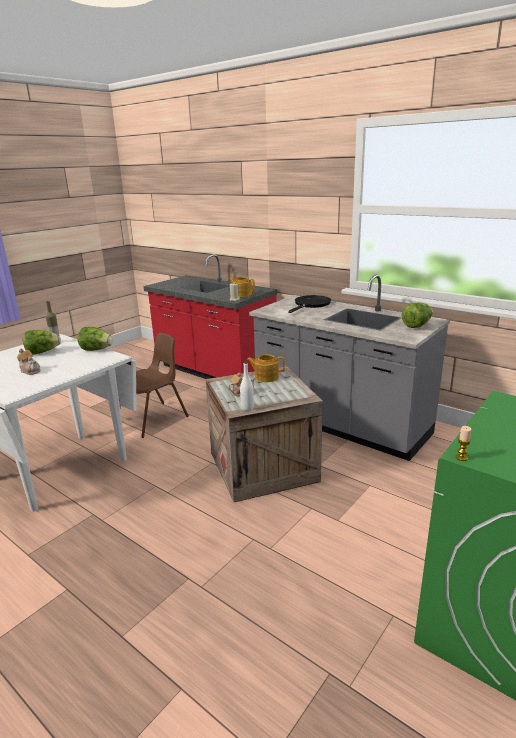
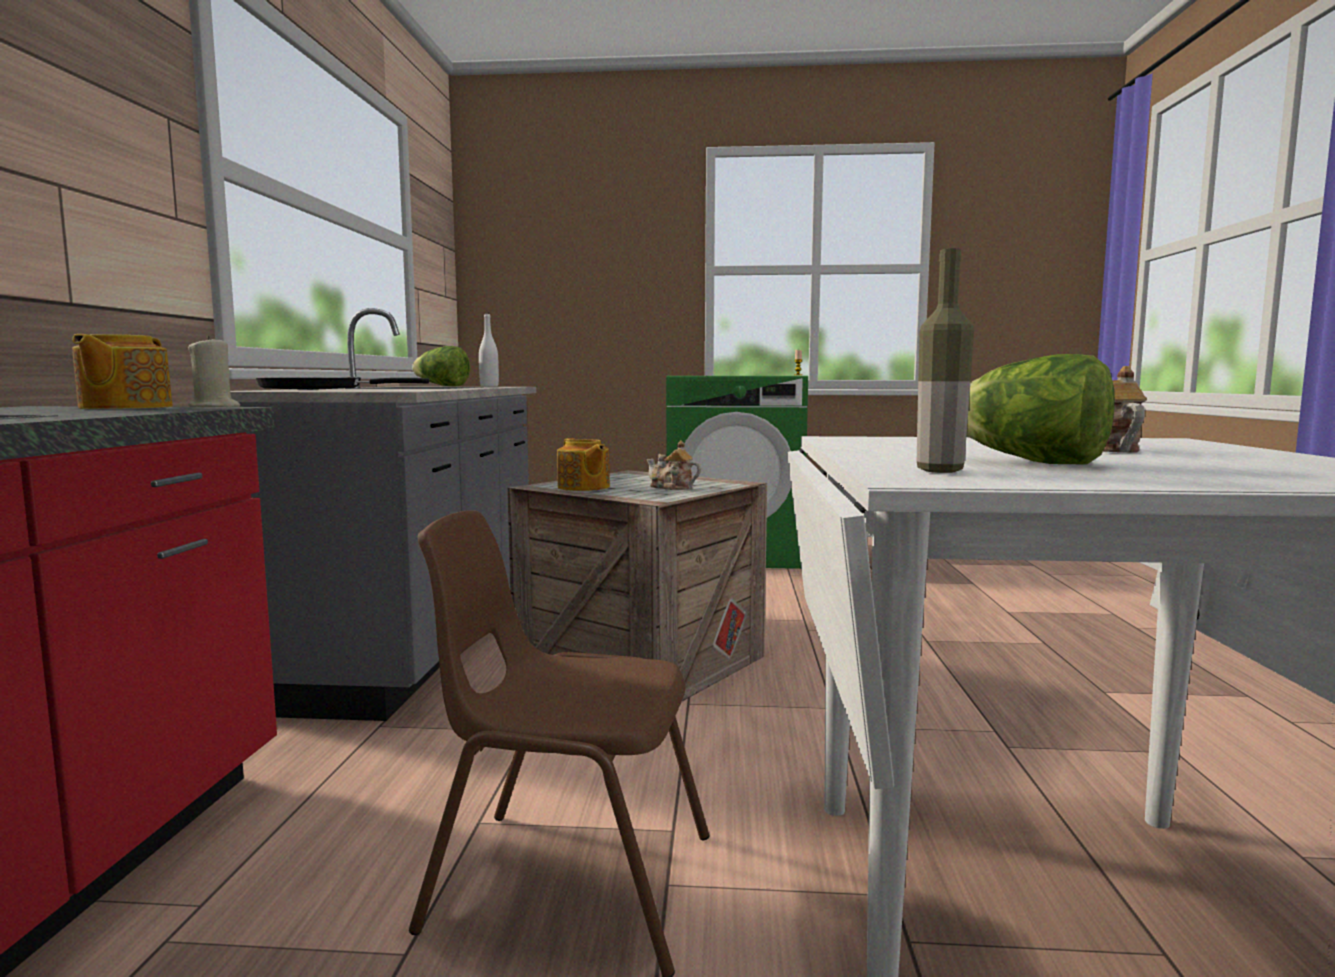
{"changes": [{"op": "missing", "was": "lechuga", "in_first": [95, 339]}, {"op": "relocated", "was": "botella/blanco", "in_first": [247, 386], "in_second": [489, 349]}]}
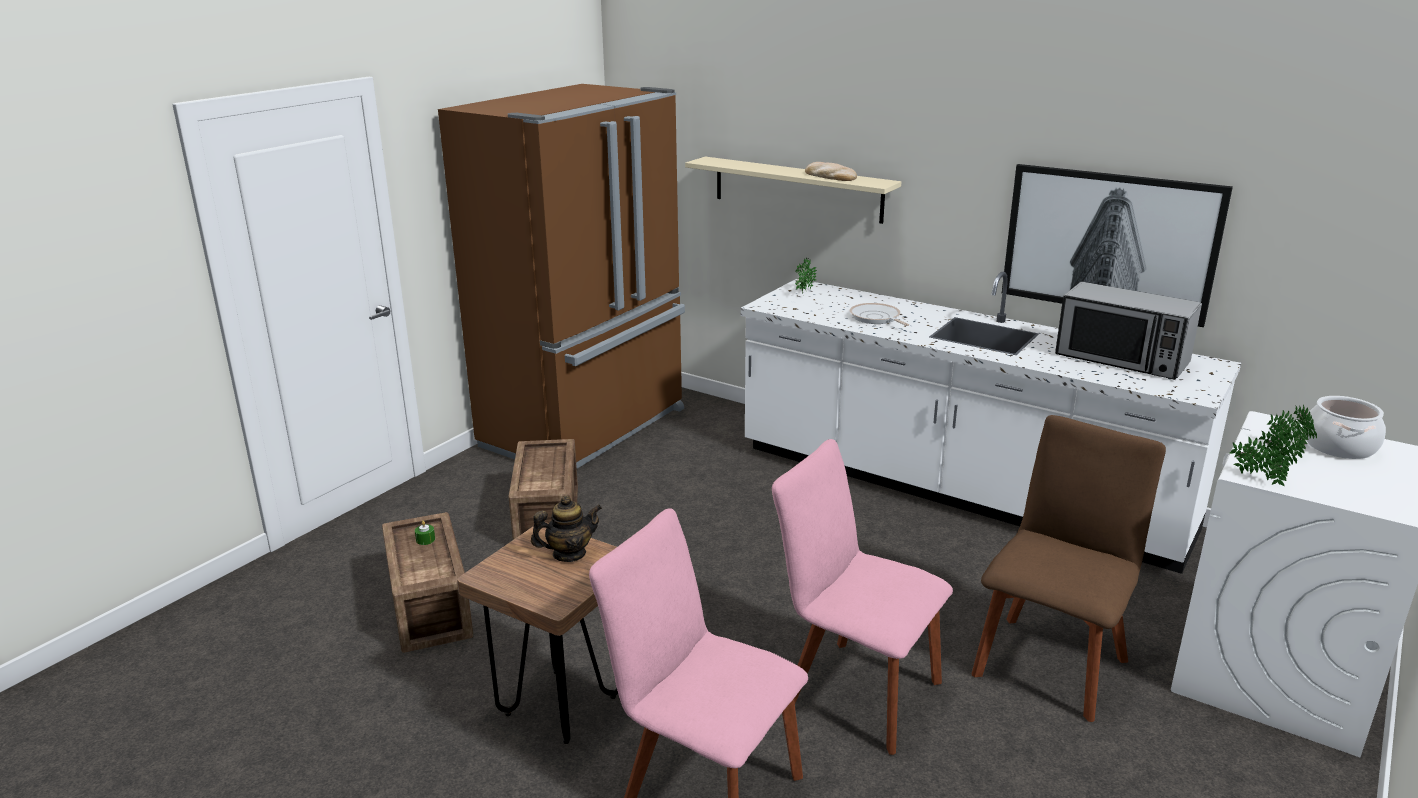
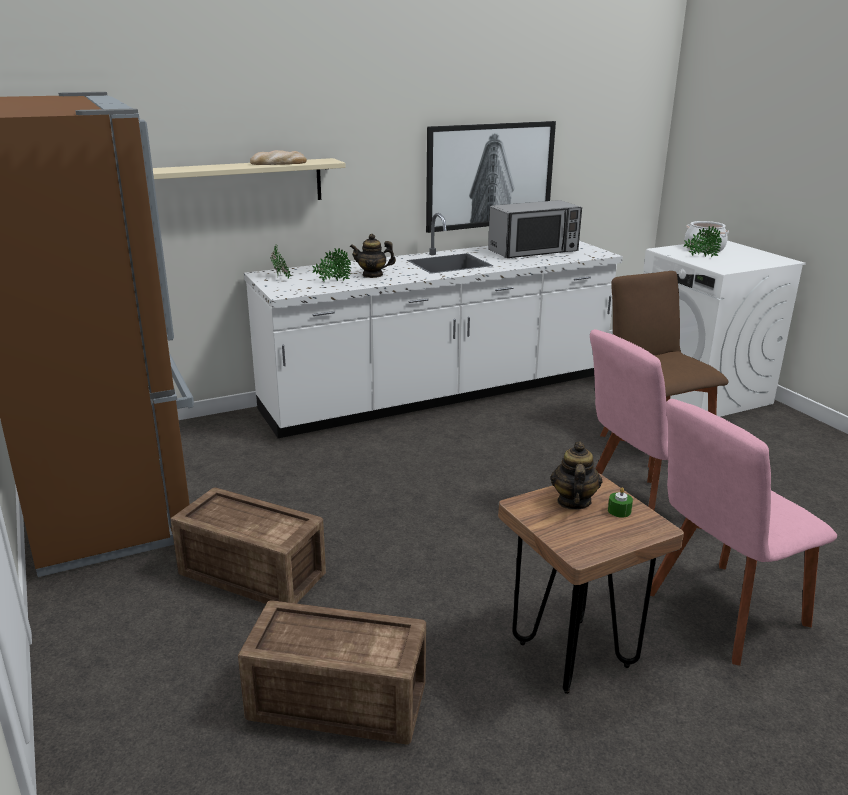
{"changes": [{"op": "exchanged", "was": "sartén", "now": "tetera", "in_first": [879, 314], "in_second": [373, 256]}, {"op": "relocated", "was": "planta en maceta", "in_first": [1263, 458], "in_second": [332, 265]}, {"op": "relocated", "was": "vela/verde", "in_first": [425, 533], "in_second": [620, 502]}]}
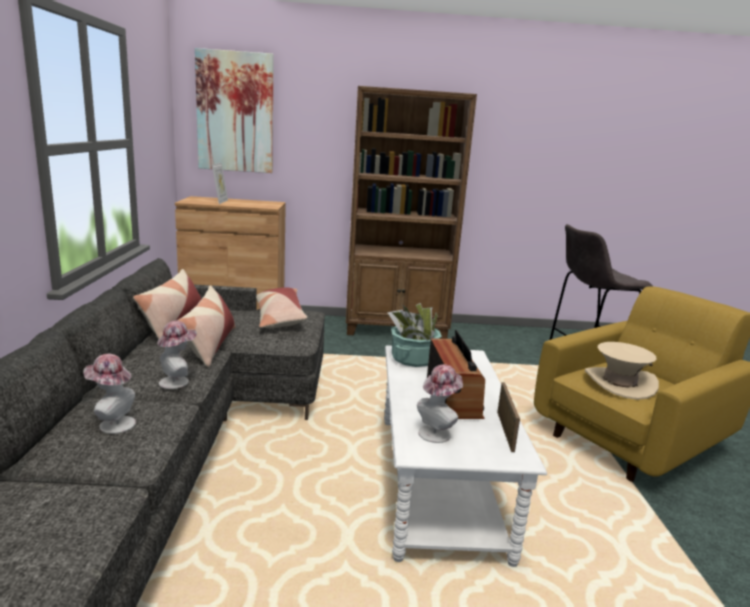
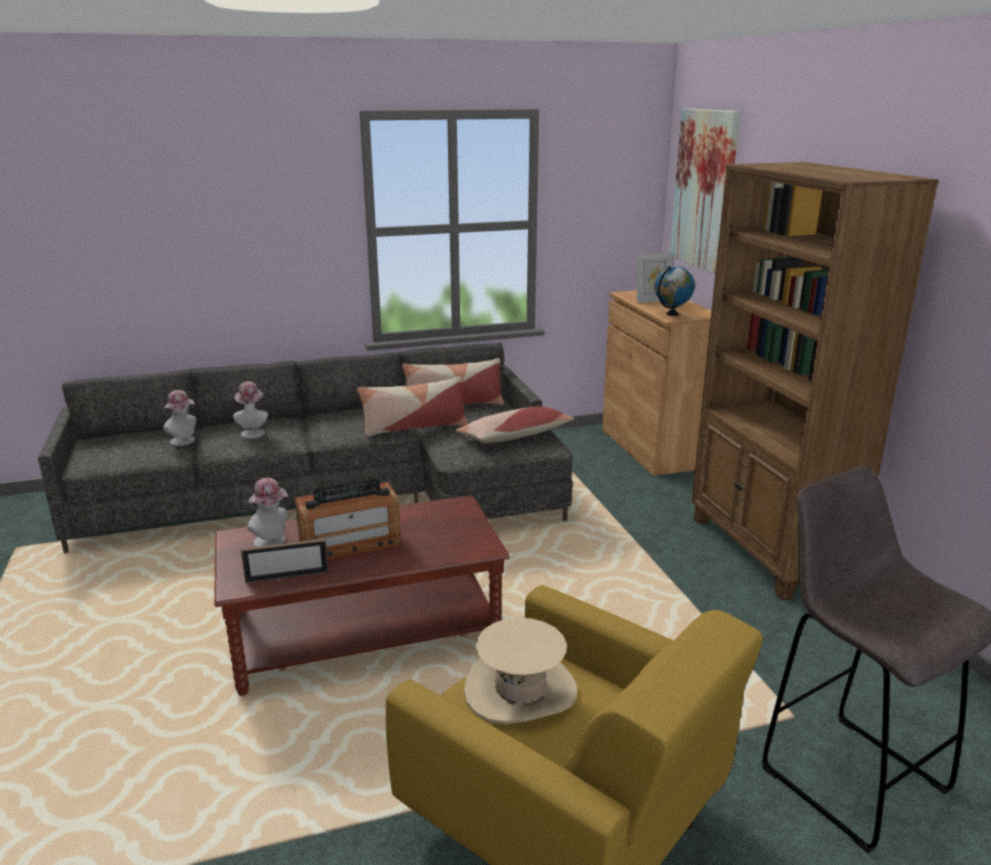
{"changes": [{"op": "missing", "was": "planta en maceta", "in_first": [414, 335]}, {"op": "relocated", "was": "sombrero", "in_first": [177, 355], "in_second": [179, 418]}, {"op": "colour", "was": "mesa de centro/blanco", "now": "mesa de centro/marrón", "in_first": [465, 456], "in_second": [362, 595]}, {"op": "appeared", "now": "globo terráqueo", "in_second": [675, 291]}]}
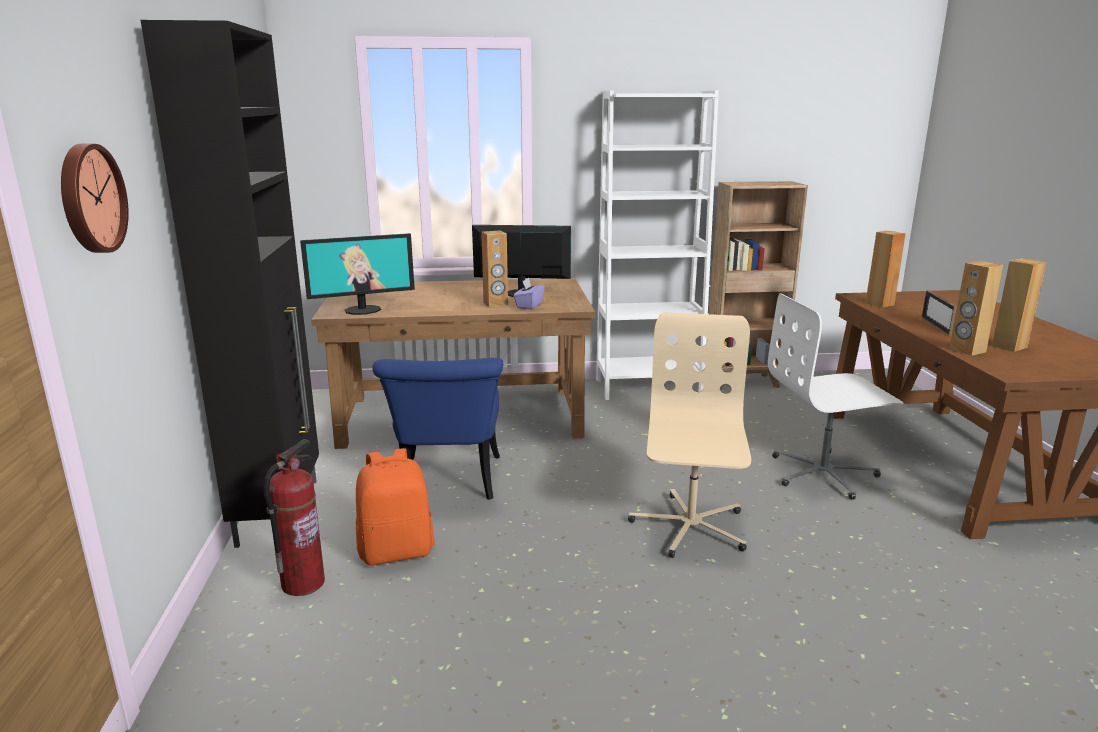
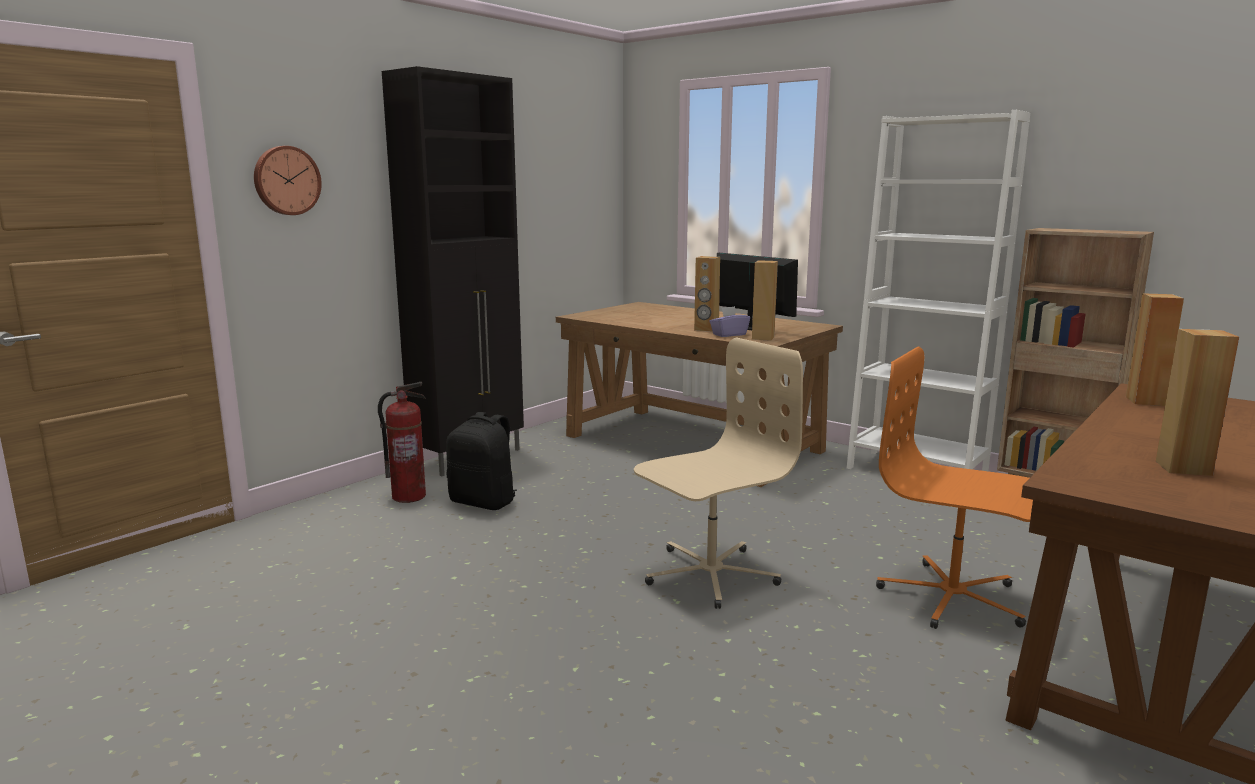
{"changes": [{"op": "missing", "was": "monitor", "in_first": [357, 274]}, {"op": "relocated", "was": "altavoz/marrón", "in_first": [976, 308], "in_second": [765, 300]}, {"op": "missing", "was": "portarretratos", "in_first": [939, 313]}, {"op": "colour", "was": "silla de oficina/blanco", "now": "silla de oficina/naranja", "in_first": [835, 396], "in_second": [954, 488]}, {"op": "missing", "was": "silla/azul", "in_first": [437, 429]}, {"op": "colour", "was": "mochila/naranja", "now": "mochila/negro", "in_first": [395, 507], "in_second": [481, 461]}]}
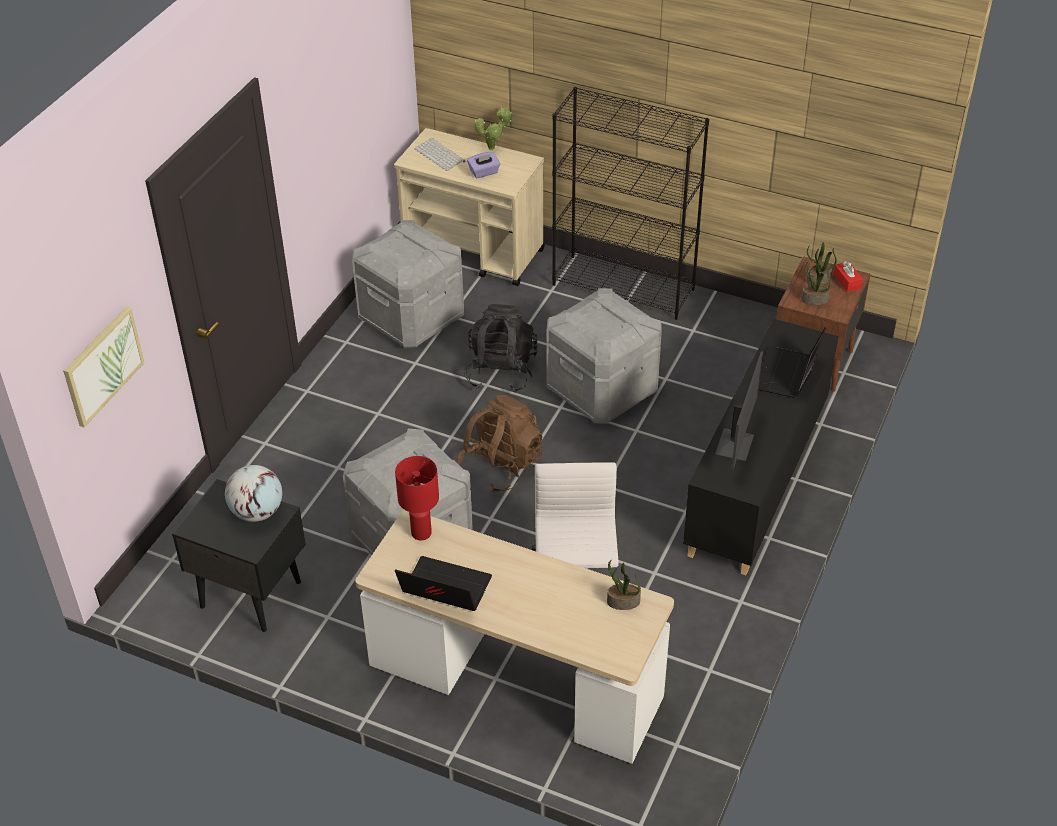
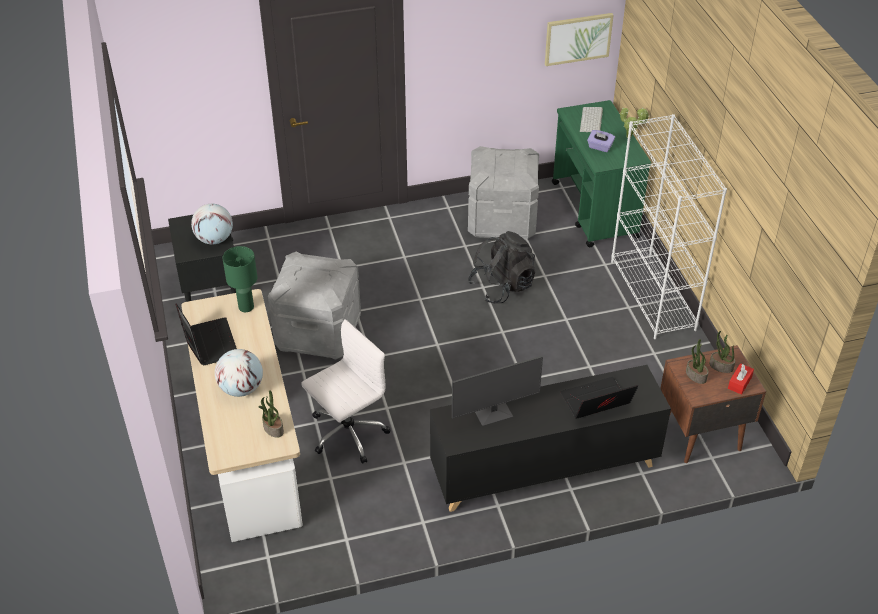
{"changes": [{"op": "colour", "was": "estantería/negro", "now": "estantería/blanco", "in_first": [630, 203], "in_second": [669, 226]}, {"op": "colour", "was": "carrito/beis", "now": "carrito/verde", "in_first": [469, 207], "in_second": [601, 173]}, {"op": "missing", "was": "caja de almacenaje/gris", "in_first": [603, 356]}, {"op": "relocated", "was": "cuadro", "in_first": [104, 367], "in_second": [579, 39]}, {"op": "missing", "was": "mochila/marrón", "in_first": [500, 444]}, {"op": "colour", "was": "lámpara de mesa/rojo", "now": "lámpara de mesa/verde", "in_first": [417, 498], "in_second": [240, 279]}, {"op": "appeared", "now": "globo terráqueo", "in_second": [239, 373]}]}
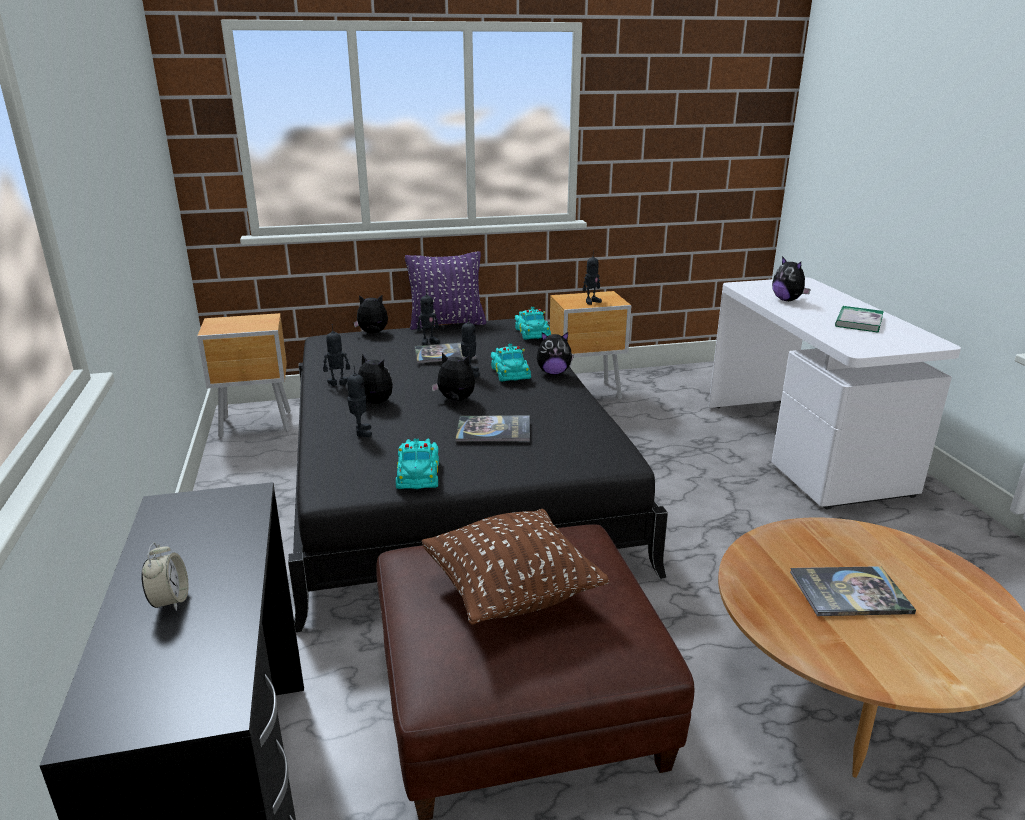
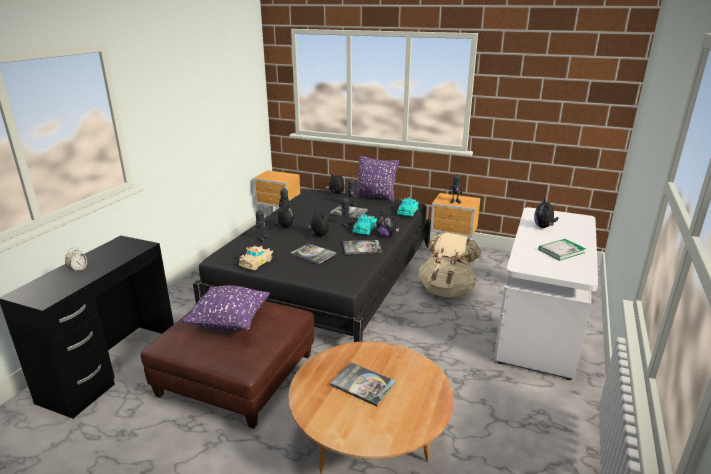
{"changes": [{"op": "colour", "was": "coche de juguete/turquesa", "now": "coche de juguete/beis", "in_first": [417, 464], "in_second": [256, 257]}, {"op": "colour", "was": "cojín/marrón", "now": "cojín/morado", "in_first": [515, 567], "in_second": [226, 308]}, {"op": "appeared", "now": "mochila/beis", "in_second": [450, 265]}, {"op": "appeared", "now": "libro", "in_second": [362, 247]}]}
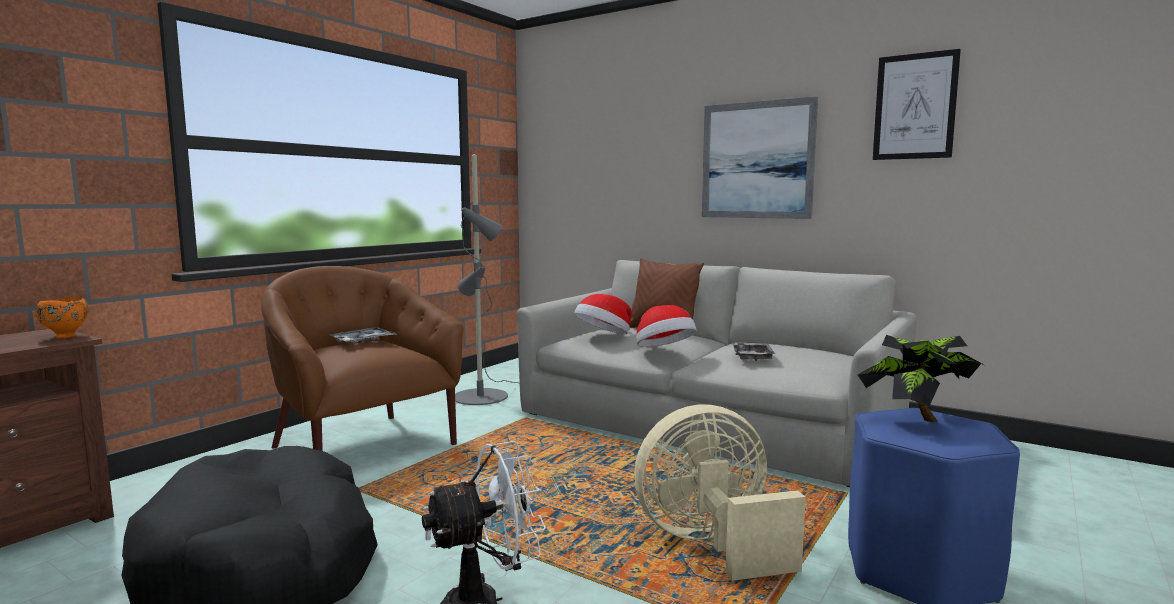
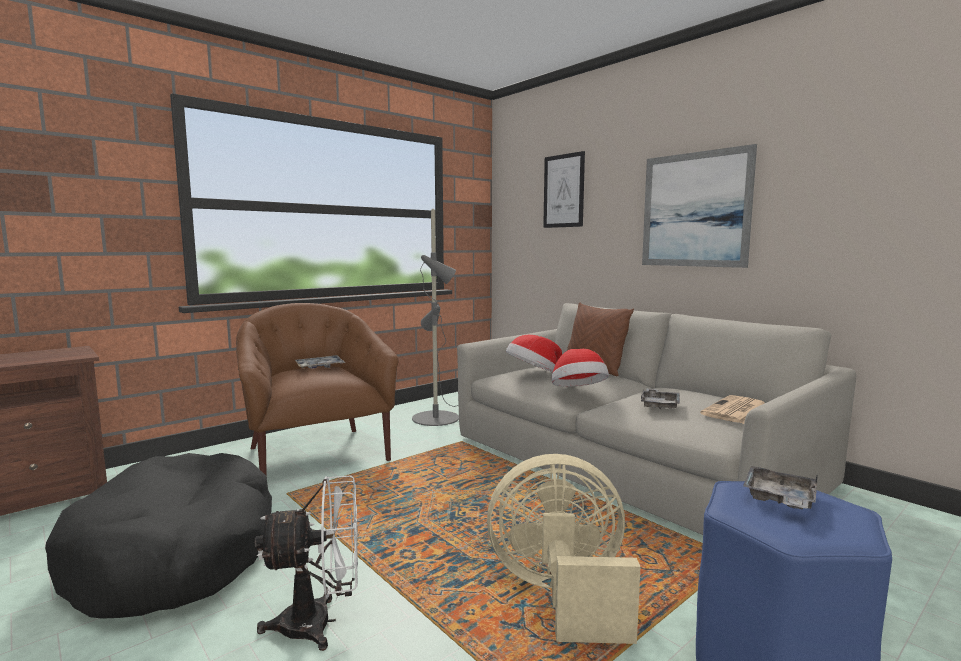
{"changes": [{"op": "relocated", "was": "cuadro", "in_first": [917, 104], "in_second": [564, 189]}, {"op": "missing", "was": "cuenco/naranja", "in_first": [62, 318]}, {"op": "exchanged", "was": "planta en maceta", "now": "bandeja/gris", "in_first": [921, 378], "in_second": [780, 487]}, {"op": "appeared", "now": "periódico", "in_second": [732, 409]}]}
